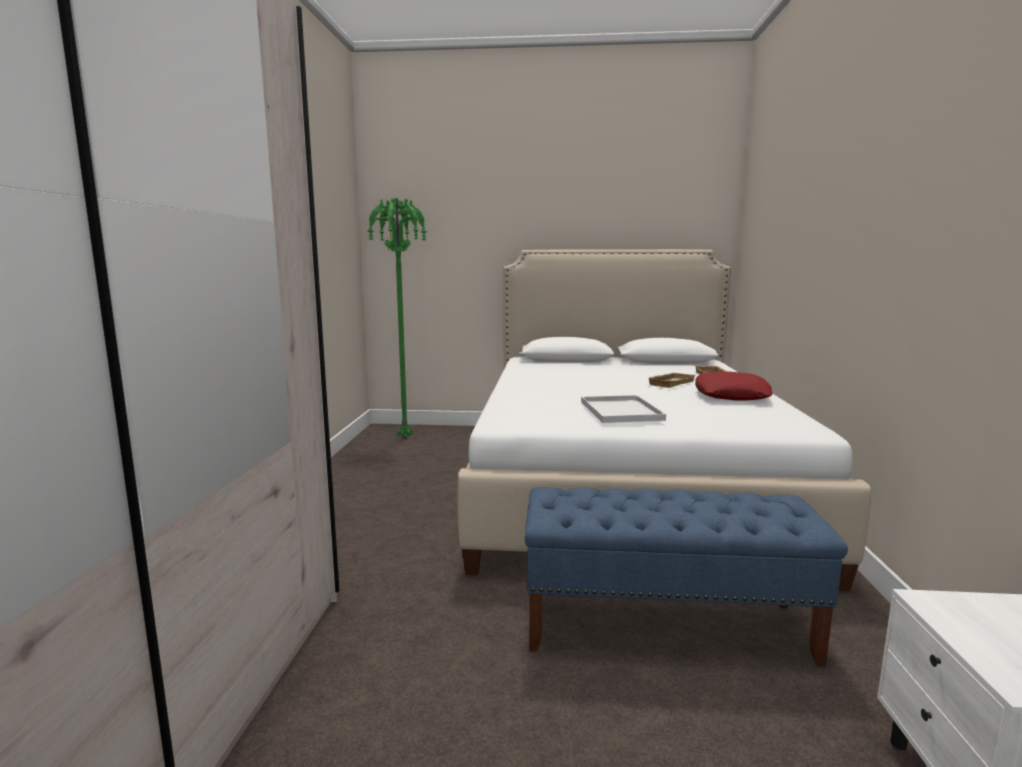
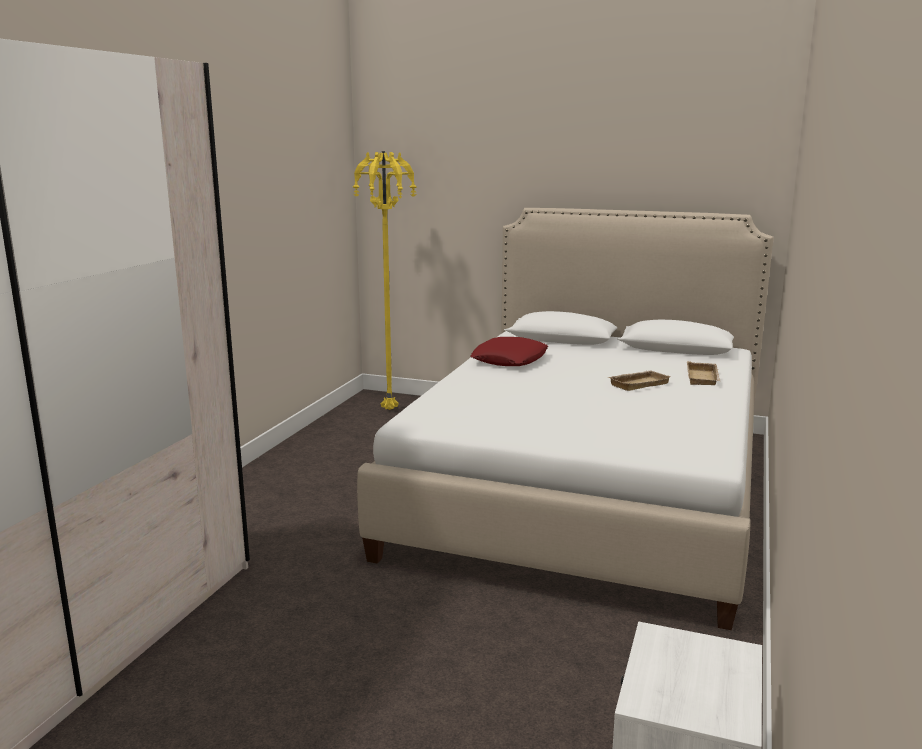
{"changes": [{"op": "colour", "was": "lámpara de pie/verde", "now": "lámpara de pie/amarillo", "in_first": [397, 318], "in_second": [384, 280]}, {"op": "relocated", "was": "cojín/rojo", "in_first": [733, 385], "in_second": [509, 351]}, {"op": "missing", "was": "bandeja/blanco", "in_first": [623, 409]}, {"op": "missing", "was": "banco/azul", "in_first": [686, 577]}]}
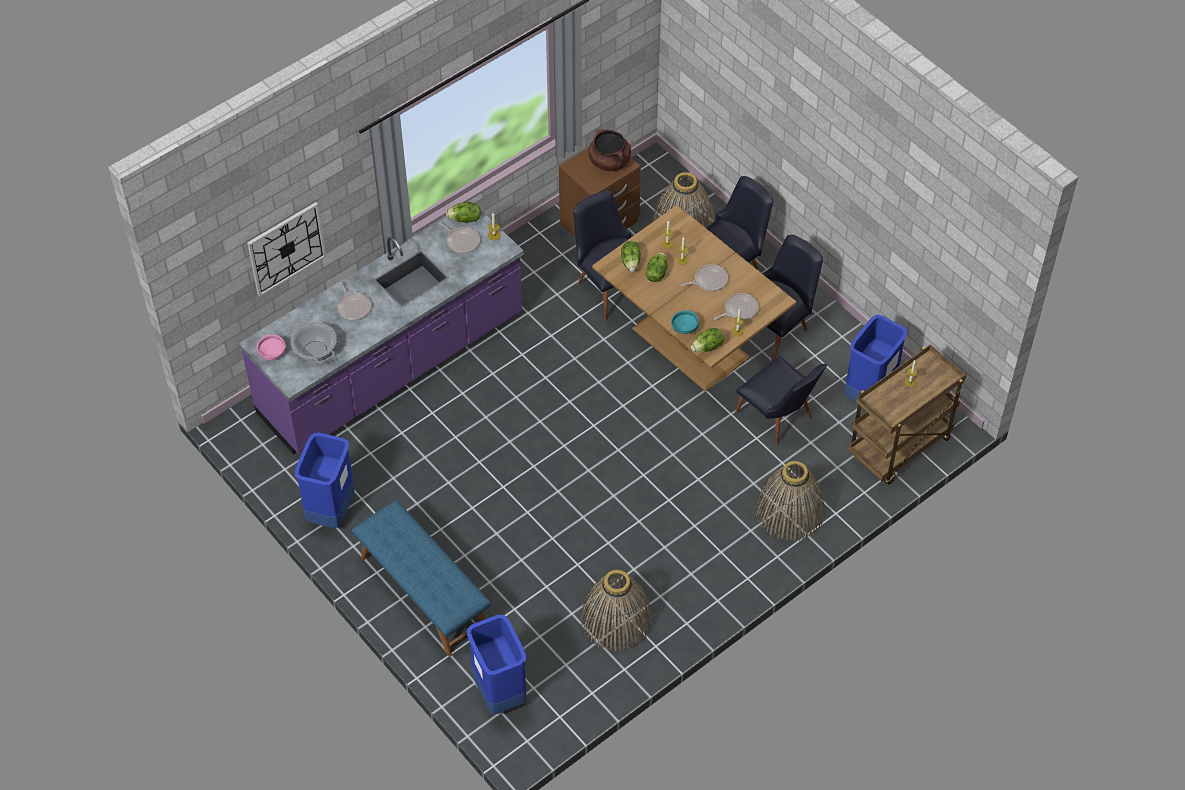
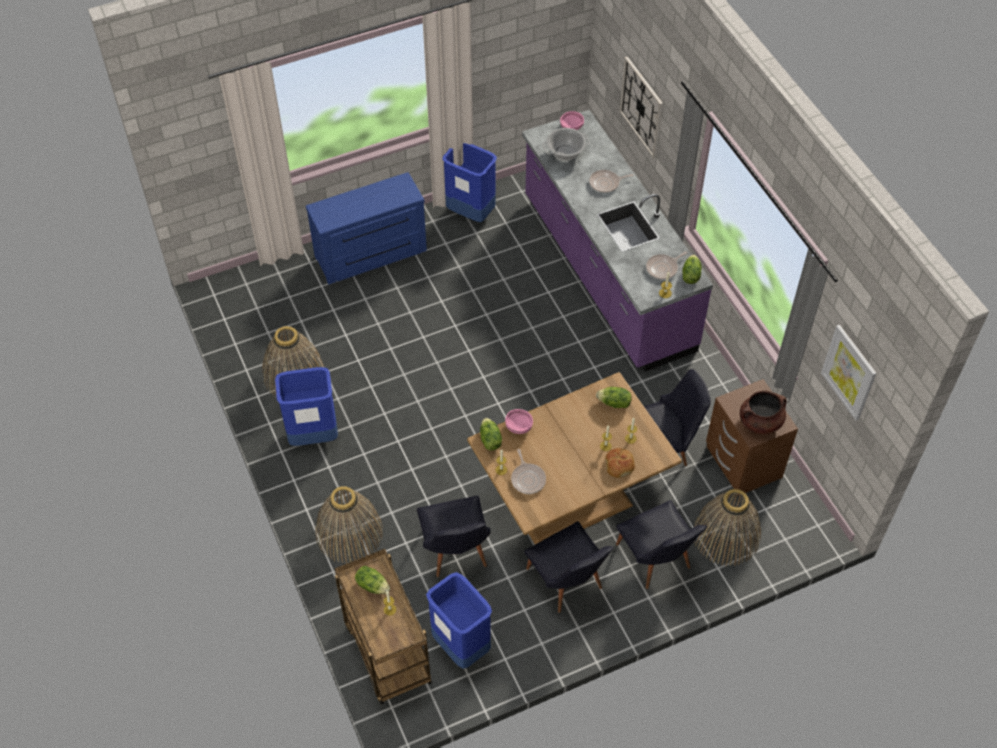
{"changes": [{"op": "relocated", "was": "lechuga", "in_first": [657, 267], "in_second": [372, 580]}, {"op": "missing", "was": "sartén", "in_first": [704, 277]}, {"op": "colour", "was": "cuenco/turquesa", "now": "cuenco/rosa", "in_first": [685, 322], "in_second": [519, 421]}, {"op": "spun", "was": "silla/negro", "in_first": [781, 400], "in_second": [454, 536], "clockwise": -75}, {"op": "exchanged", "was": "banco/azul", "now": "cómoda/azul", "in_first": [421, 578], "in_second": [366, 228]}, {"op": "relocated", "was": "papelera/azul", "in_first": [496, 664], "in_second": [306, 406]}, {"op": "appeared", "now": "cuadro", "in_second": [849, 372]}, {"op": "appeared", "now": "pan", "in_second": [620, 463]}]}
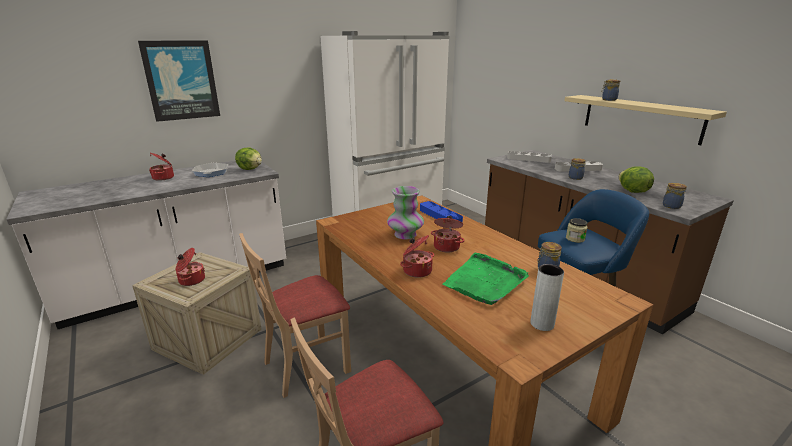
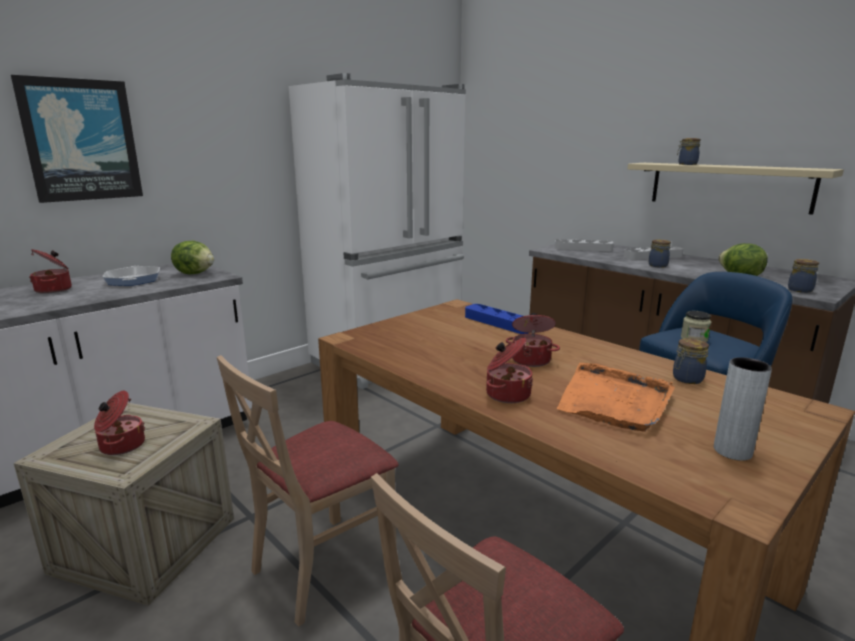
{"changes": [{"op": "missing", "was": "florero", "in_first": [405, 212]}, {"op": "colour", "was": "bandeja/verde", "now": "bandeja/naranja", "in_first": [486, 279], "in_second": [616, 397]}]}
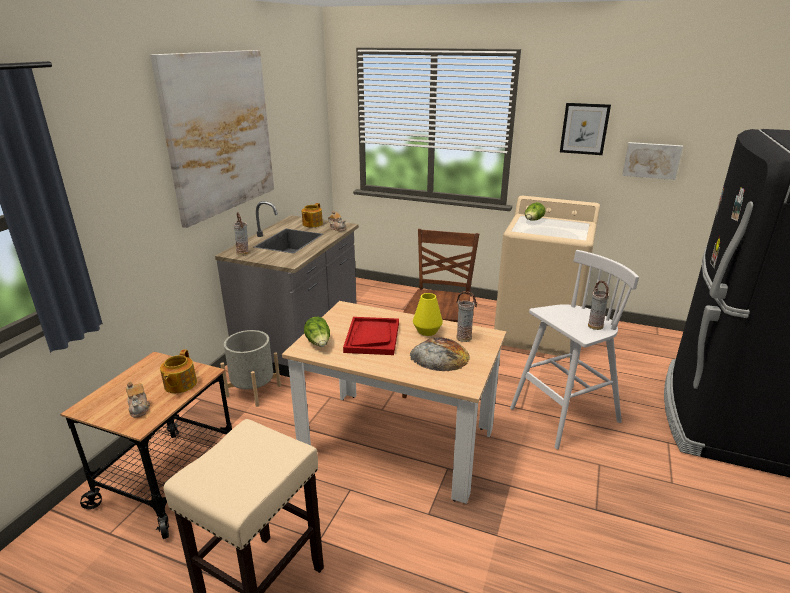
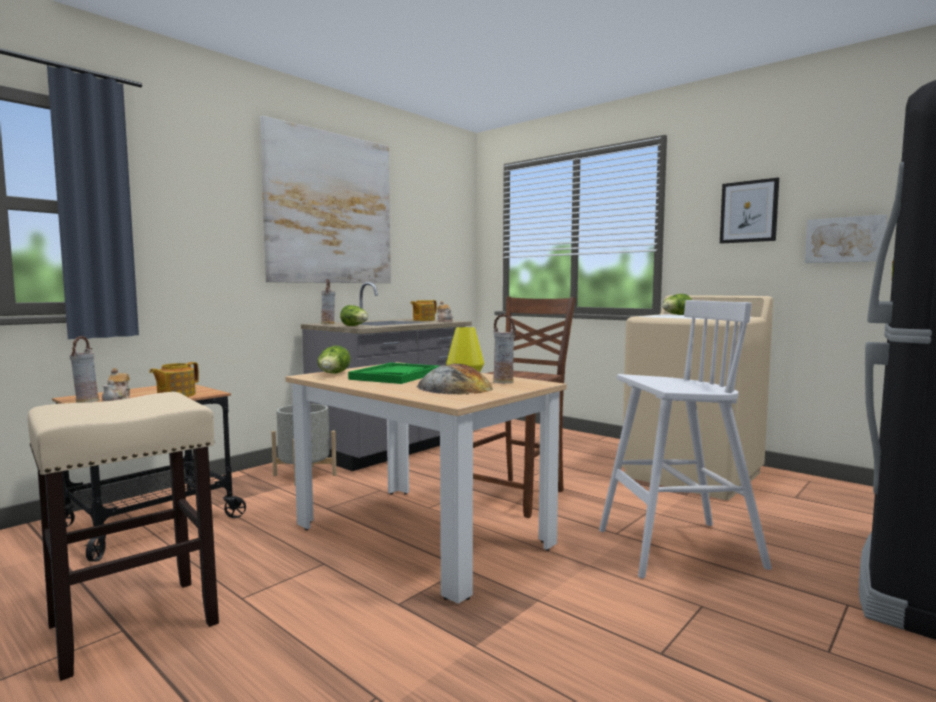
{"changes": [{"op": "relocated", "was": "florero", "in_first": [598, 305], "in_second": [84, 369]}, {"op": "colour", "was": "bandeja/rojo", "now": "bandeja/verde", "in_first": [371, 336], "in_second": [393, 373]}, {"op": "appeared", "now": "lechuga", "in_second": [354, 315]}]}
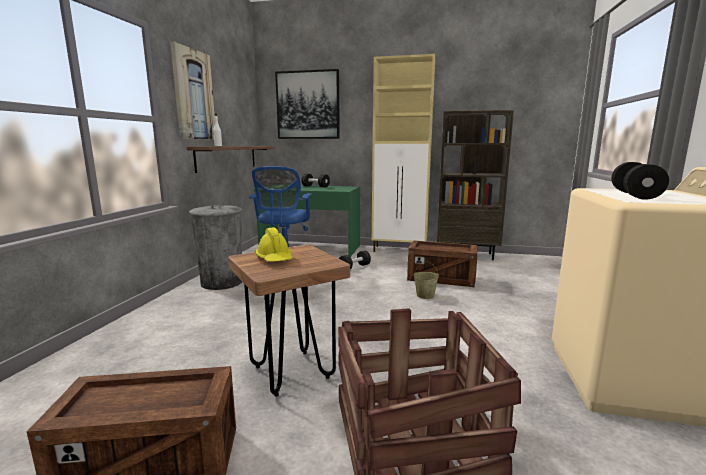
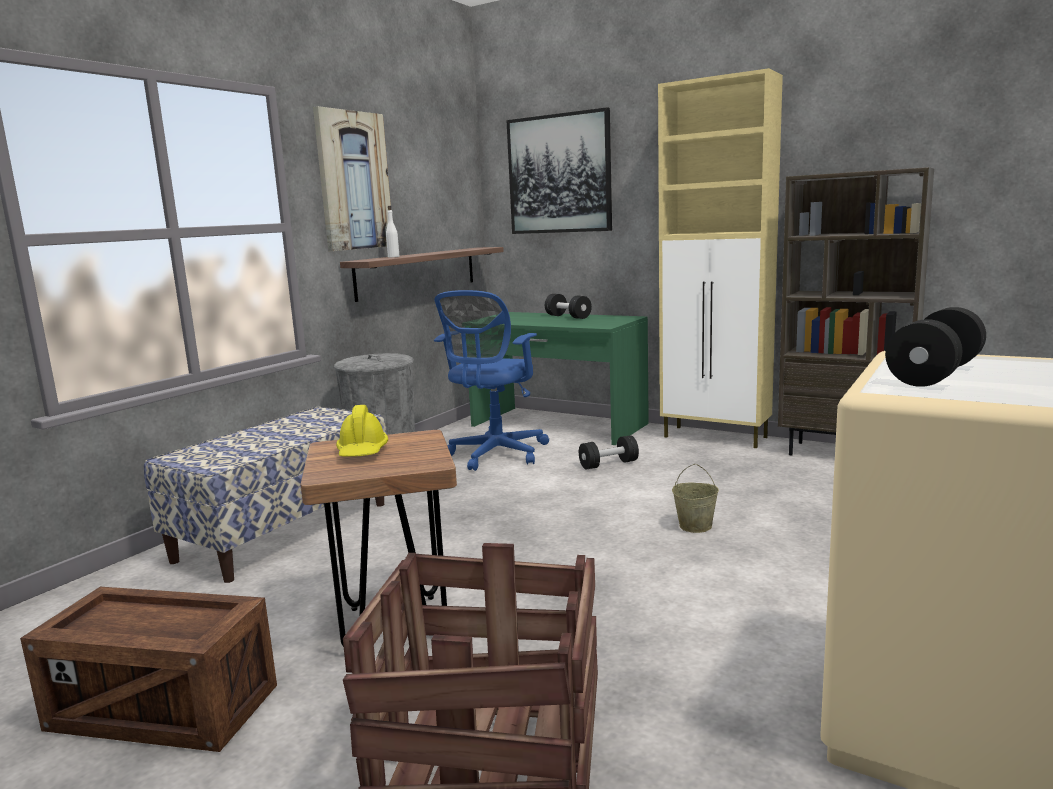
{"changes": [{"op": "missing", "was": "caja de embalaje", "in_first": [442, 264]}, {"op": "appeared", "now": "banco", "in_second": [265, 495]}]}
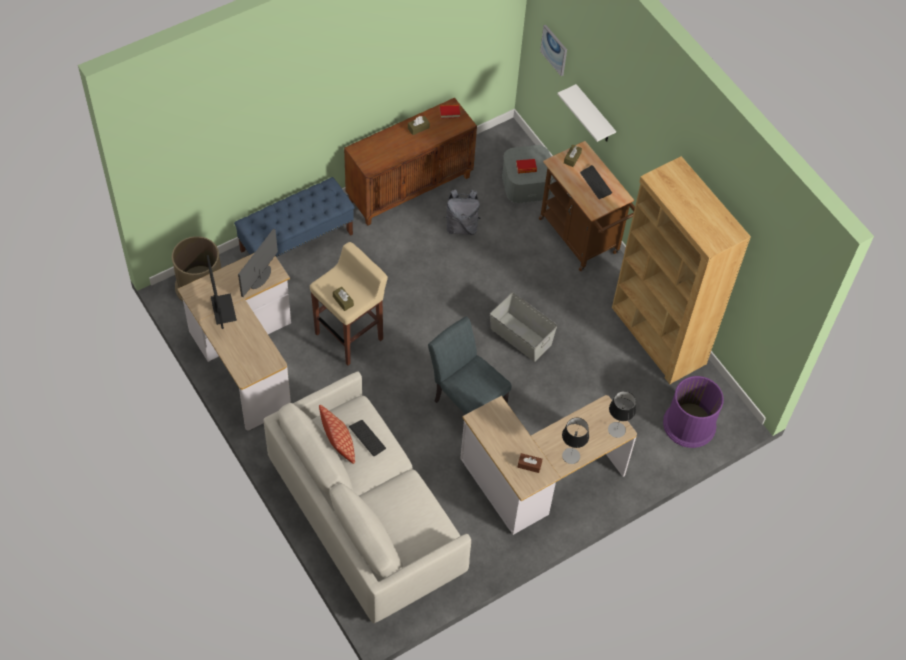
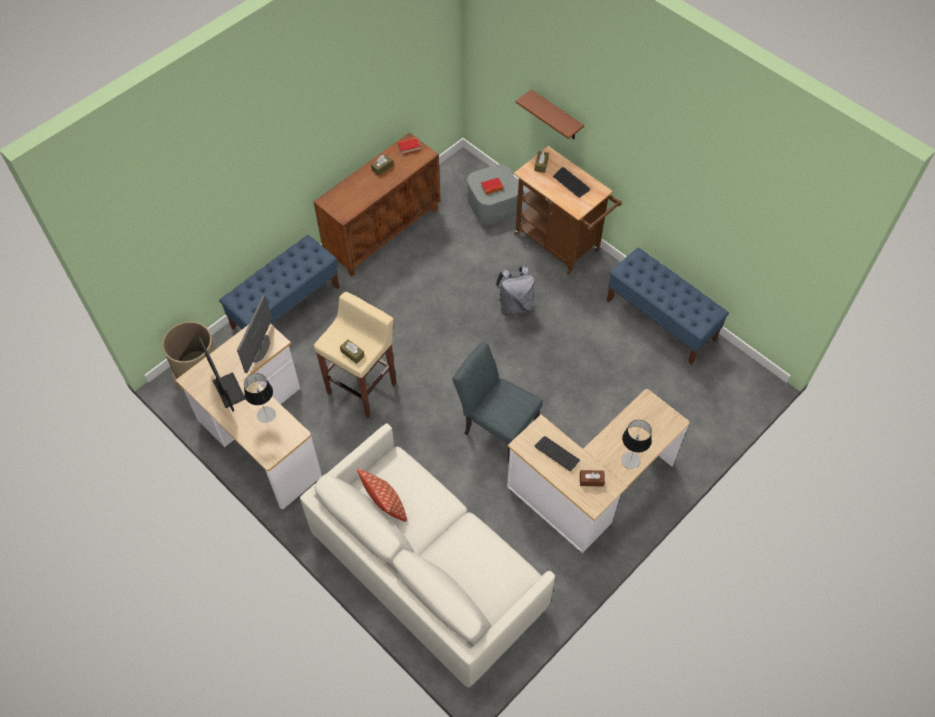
{"changes": [{"op": "missing", "was": "cuadro", "in_first": [553, 50]}, {"op": "colour", "was": "estante/blanco", "now": "estante/marrón", "in_first": [586, 113], "in_second": [549, 114]}, {"op": "exchanged", "was": "estantería/marrón", "now": "banco/azul", "in_first": [681, 270], "in_second": [668, 306]}, {"op": "relocated", "was": "mochila/gris", "in_first": [462, 212], "in_second": [514, 290]}, {"op": "missing", "was": "caja de almacenaje/gris", "in_first": [523, 327]}, {"op": "missing", "was": "papelera/morado", "in_first": [693, 412]}, {"op": "relocated", "was": "lámpara de mesa", "in_first": [622, 414], "in_second": [260, 398]}, {"op": "relocated", "was": "teclado", "in_first": [367, 438], "in_second": [557, 453]}]}
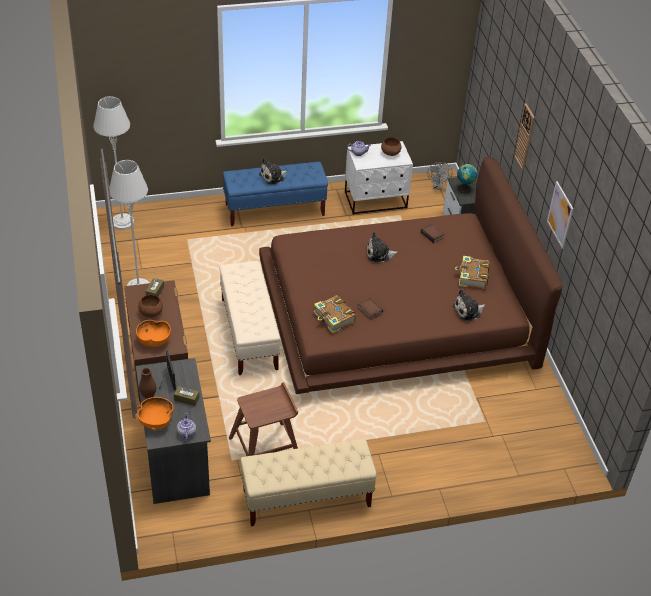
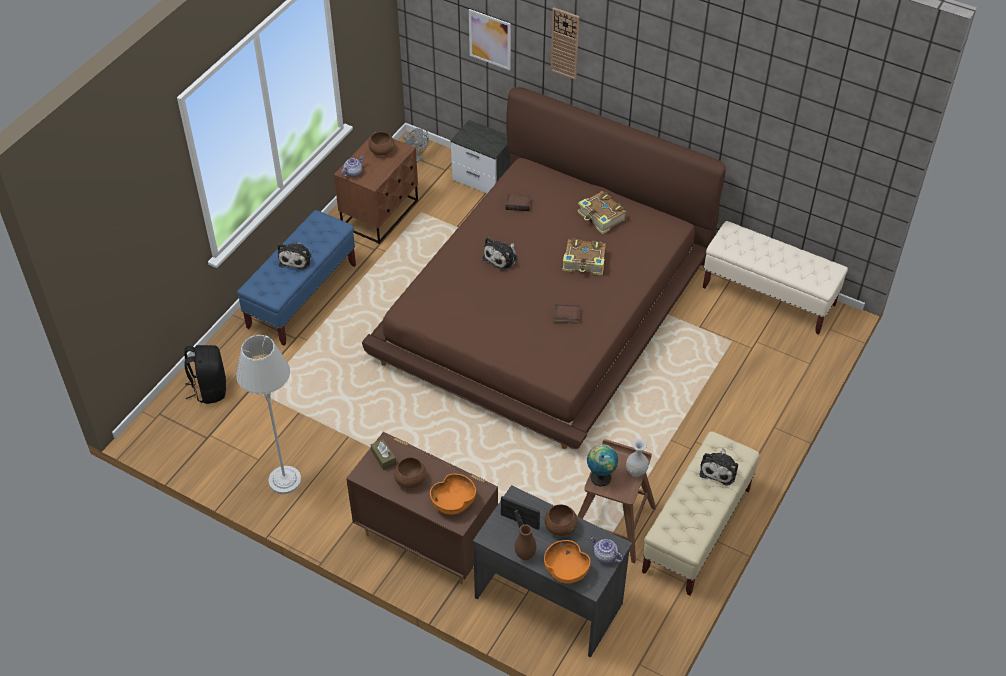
{"changes": [{"op": "missing", "was": "lámpara de pie/gris", "in_first": [113, 163]}, {"op": "colour", "was": "mesita de noche/blanco", "now": "mesita de noche/marrón", "in_first": [379, 178], "in_second": [376, 188]}, {"op": "relocated", "was": "globo terráqueo", "in_first": [467, 179], "in_second": [602, 465]}, {"op": "relocated", "was": "cuadro", "in_first": [560, 215], "in_second": [490, 39]}, {"op": "relocated", "was": "banco/beis", "in_first": [250, 318], "in_second": [775, 278]}, {"op": "relocated", "was": "peluche", "in_first": [469, 305], "in_second": [719, 467]}, {"op": "relocated", "was": "libro", "in_first": [335, 314], "in_second": [584, 257]}, {"op": "exchanged", "was": "caja de pañuelos/marrón", "now": "cuenco/marrón", "in_first": [187, 396], "in_second": [561, 520]}, {"op": "appeared", "now": "mochila/negro", "in_second": [205, 374]}, {"op": "appeared", "now": "florero/blanco", "in_second": [637, 458]}]}
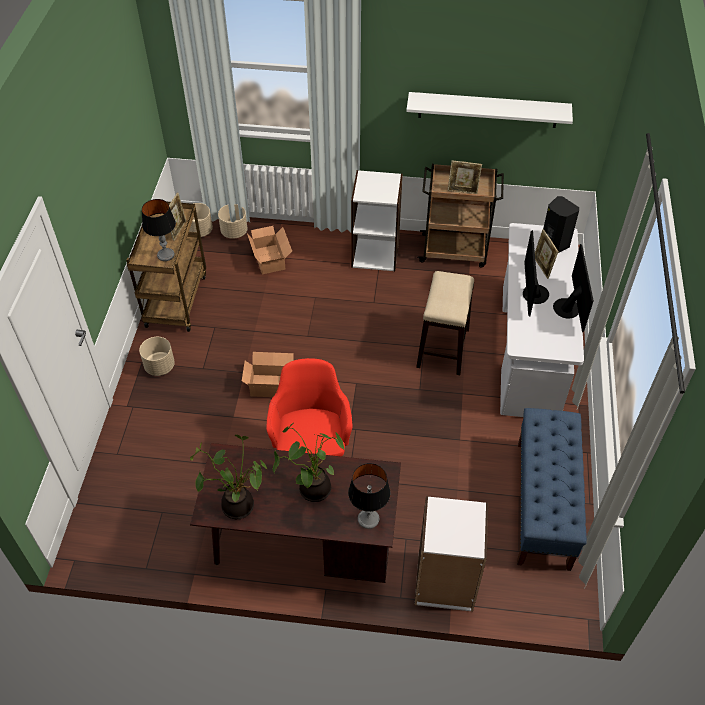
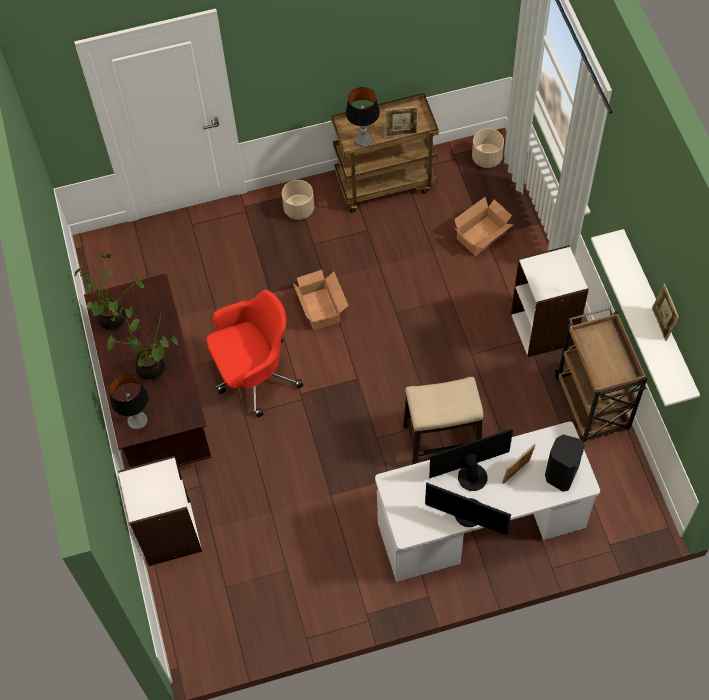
{"changes": [{"op": "relocated", "was": "portarretratos", "in_first": [465, 177], "in_second": [665, 312]}, {"op": "missing", "was": "maceta/beis", "in_first": [233, 221]}, {"op": "spun", "was": "monitor", "in_first": [573, 288], "in_second": [468, 508], "clockwise": 45}, {"op": "missing", "was": "banco/azul", "in_first": [552, 489]}]}
